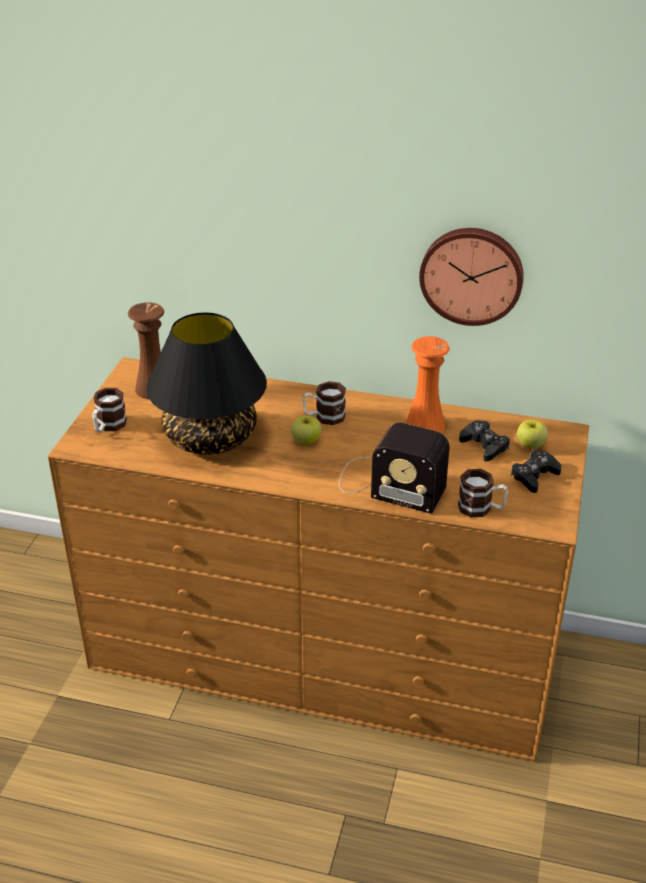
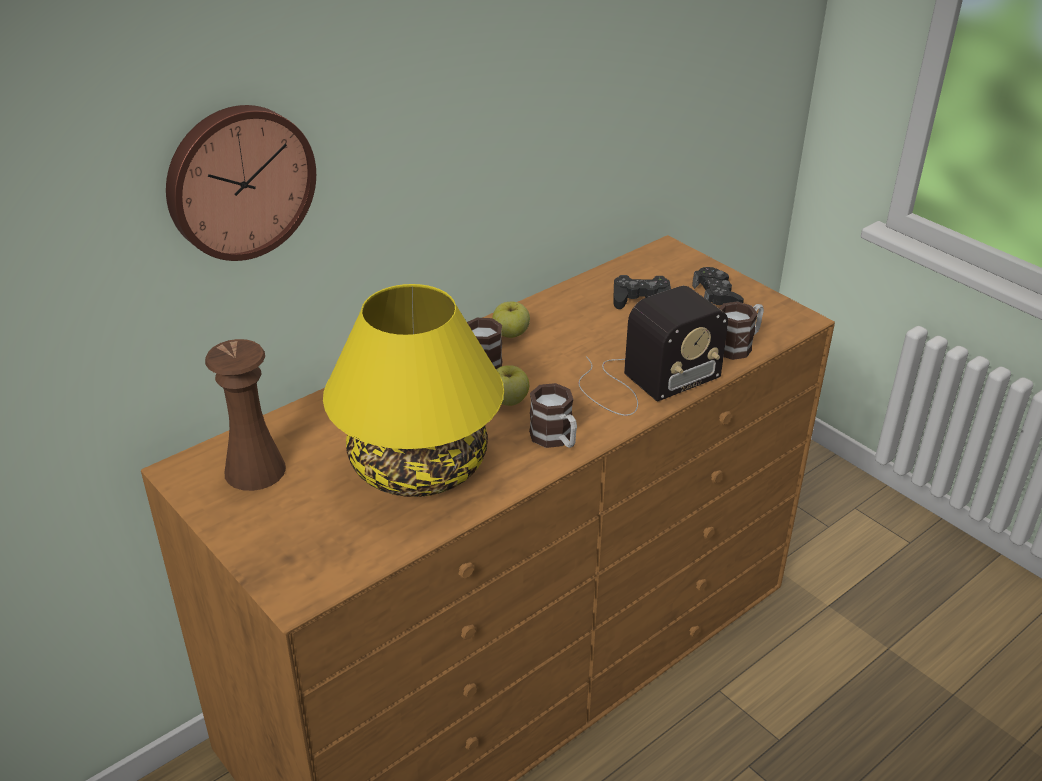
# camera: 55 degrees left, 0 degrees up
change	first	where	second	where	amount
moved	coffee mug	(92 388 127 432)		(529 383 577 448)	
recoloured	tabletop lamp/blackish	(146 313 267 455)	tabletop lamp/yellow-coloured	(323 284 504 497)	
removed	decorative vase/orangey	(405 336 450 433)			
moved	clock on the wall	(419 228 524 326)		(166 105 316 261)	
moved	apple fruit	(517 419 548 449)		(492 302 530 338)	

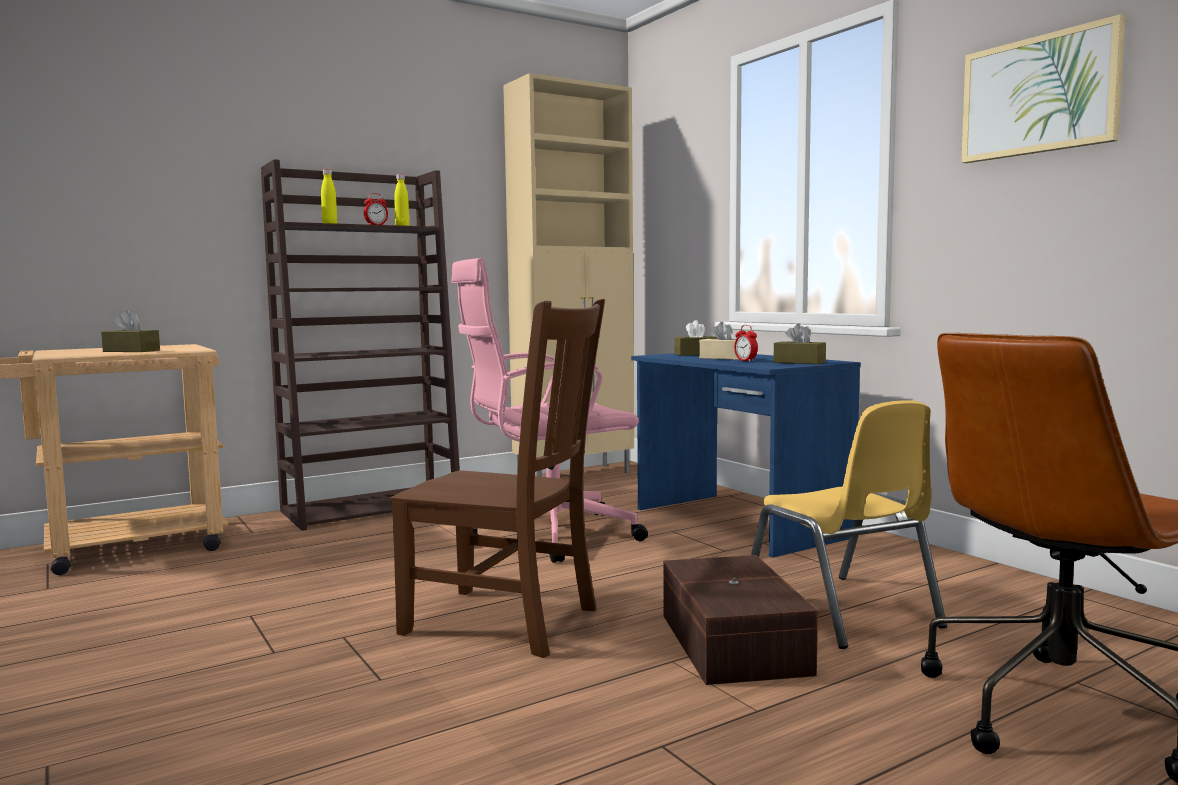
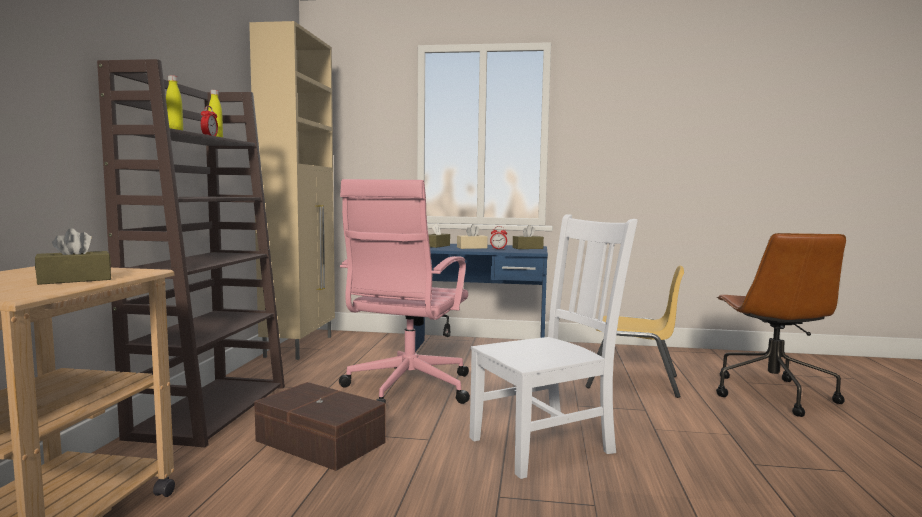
# camera: 50 degrees left, 0 degrees up
change	first	where	second	where	amount
recoloured	plain chair/brownish	(390 299 605 658)	plain chair/whitish	(469 214 638 479)	
moved	storage box/brownish	(663 555 818 685)		(254 382 386 471)	
removed	picture	(961 14 1126 163)			

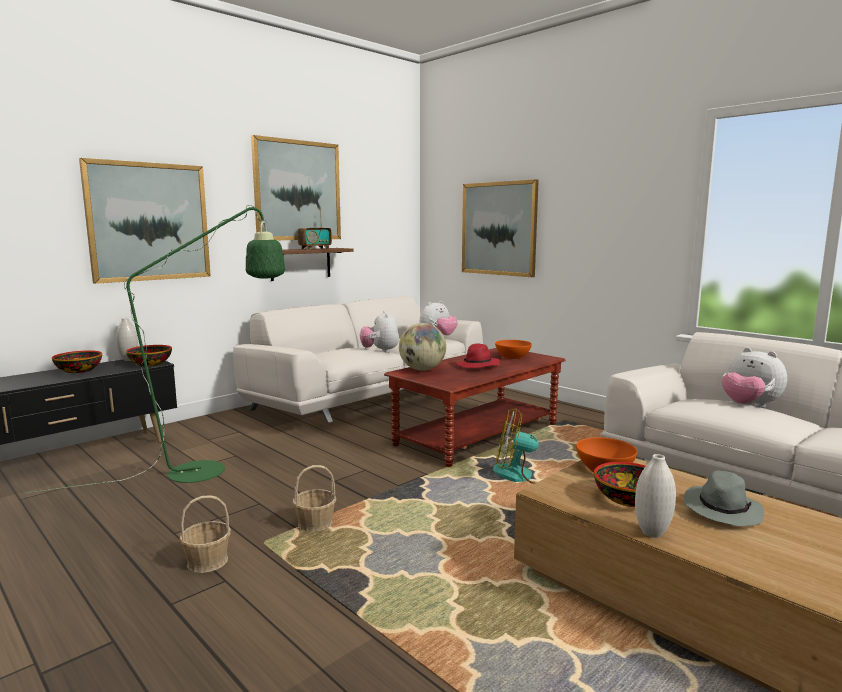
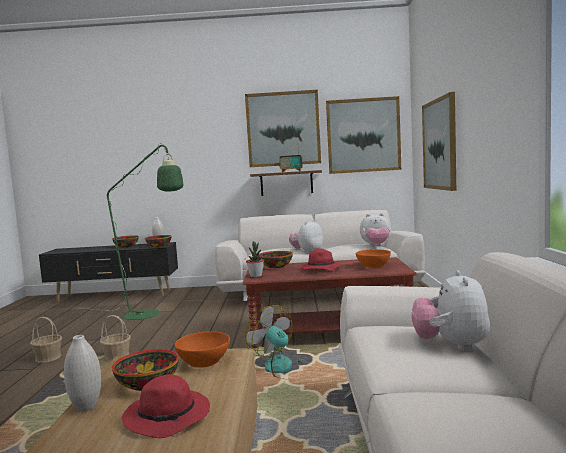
# camera: 45 degrees right, 5 degrees down
change	first	where	second	where	amount
moved	picture	(79 158 211 284)		(326 96 401 174)	
replaced	globe	(399 323 446 371)	bowl	(259 251 293 268)	
recoloured	wearable hat/gray	(684 471 764 526)	wearable hat/red	(122 374 210 438)	
added			plant in a pot	(246 241 264 277)	

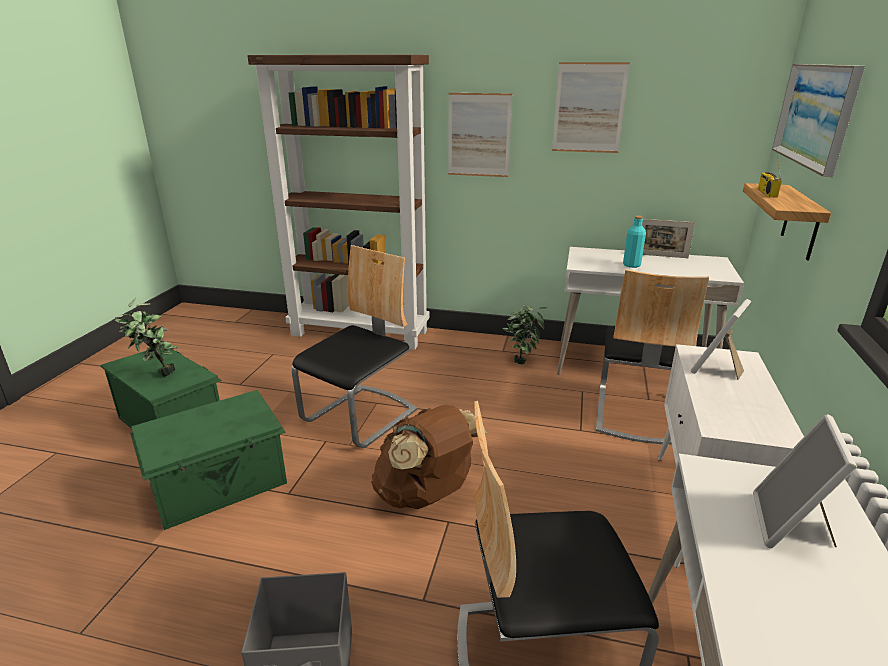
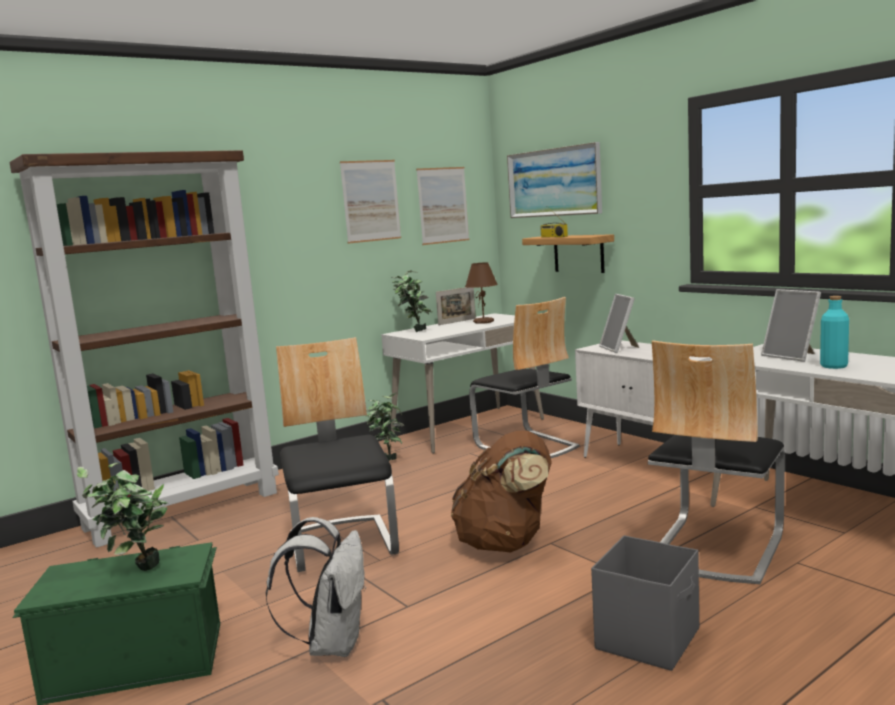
# camera: 50 degrees left, 15 degrees down
change	first	where	second	where	amount
replaced	storage box/green-coloured	(130 390 287 530)	knapsack/whitish	(266 517 366 657)	
moved	picture	(448 93 512 177)		(416 167 469 245)	
moved	drink bottle/turquoise	(623 216 646 268)		(820 296 849 369)	
added			plant in a pot	(391 270 433 332)	
added			tabletop lamp/brownish	(465 262 498 324)	

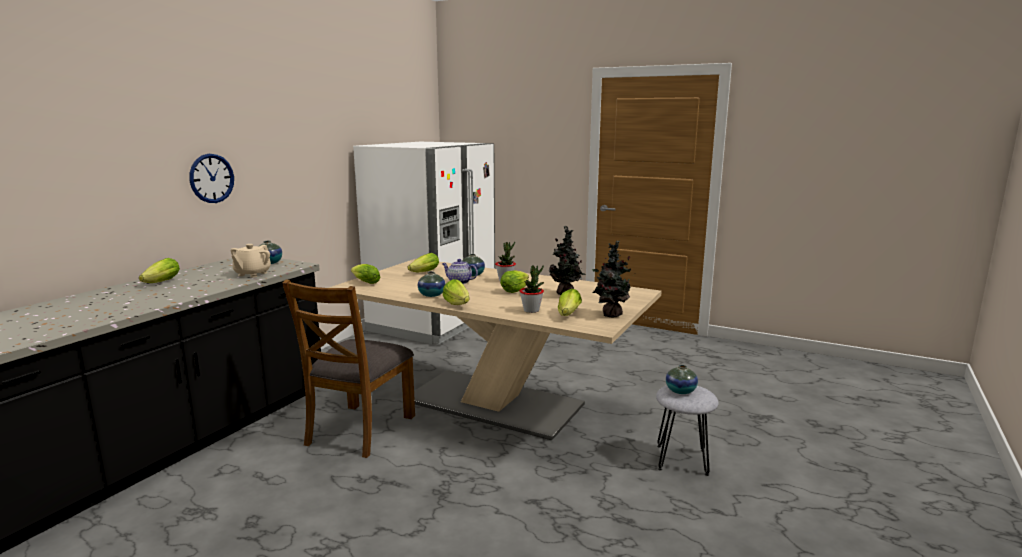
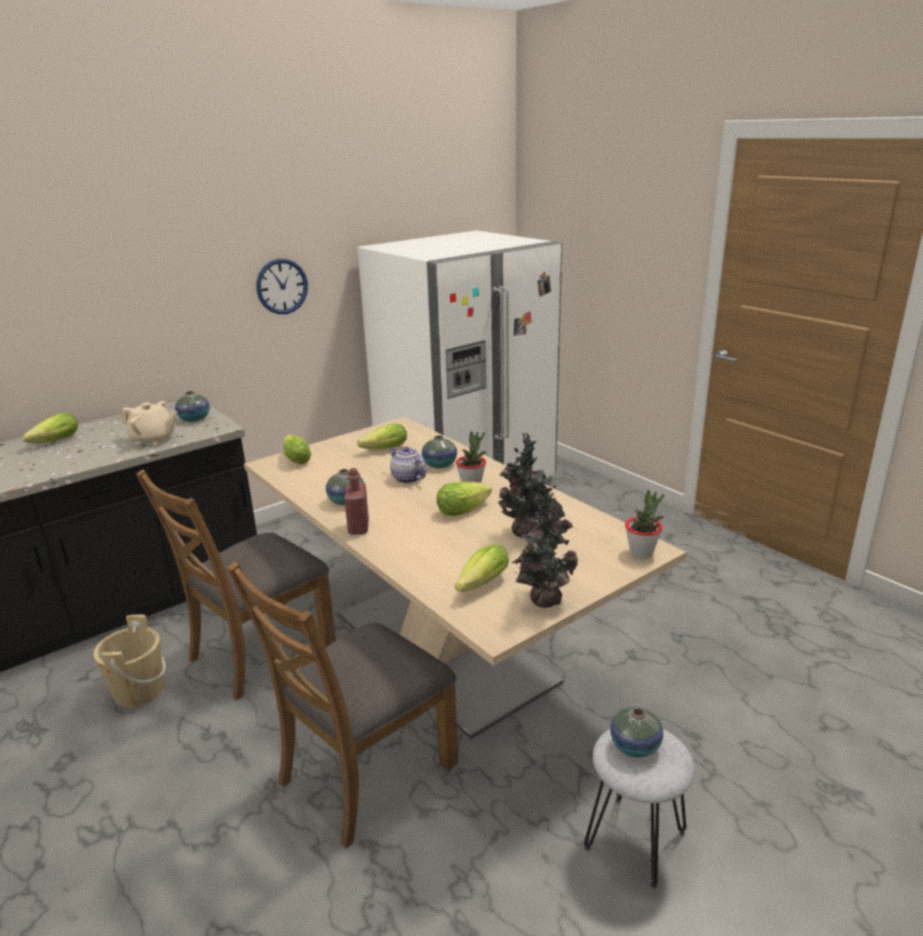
# camera: 25 degrees right, 10 degrees up
change	first	where	second	where	amount
moved	clock on the wall	(189 154 234 203)		(256 259 308 314)	
turned	pot for tea/sand-coloured	(231 244 271 278)		(122 401 177 445)	120 degrees counterclockwise
replaced	lettuce	(442 279 470 305)	drink bottle/red	(344 468 369 535)	
moved	plant in a pot	(520 265 544 313)		(625 489 664 558)	
added			bucket/sand-coloured	(93 614 166 707)	
added			plain chair/brownish	(227 561 458 848)	

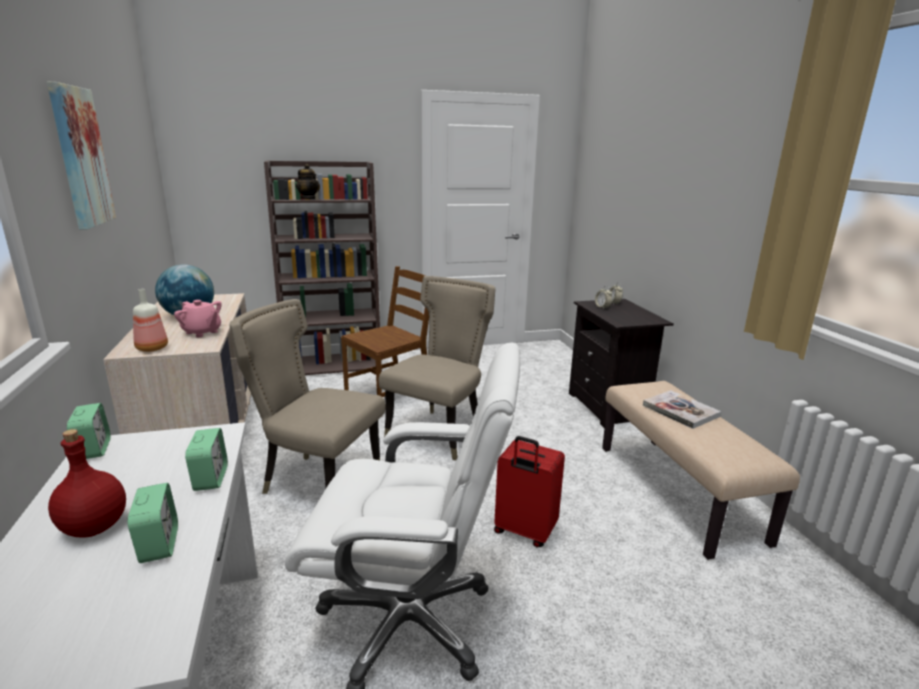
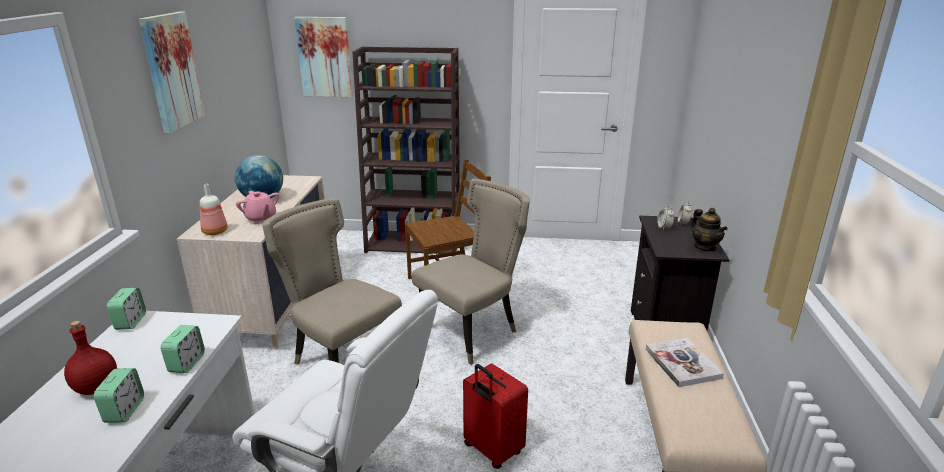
# camera: 20 degrees right, 5 degrees up
change	first	where	second	where	amount
moved	pot for tea	(296 164 320 199)		(691 208 727 252)	
added			picture	(294 17 353 97)	

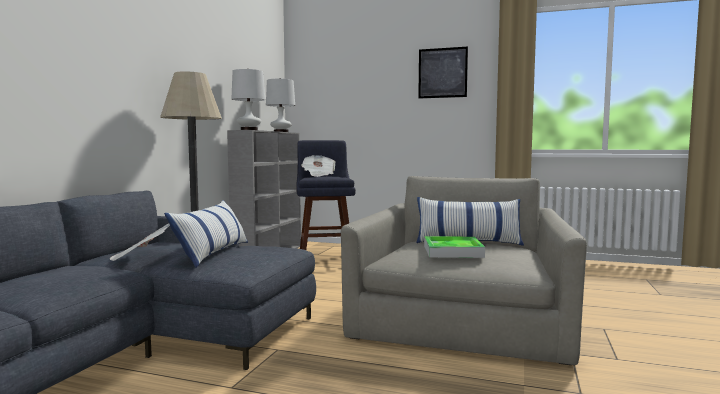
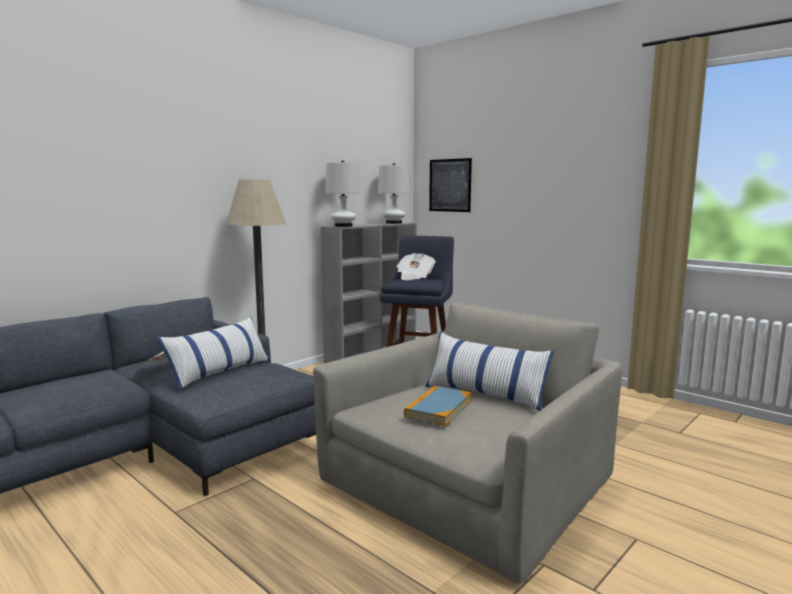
# camera: 25 degrees right, 5 degrees up
change	first	where	second	where	amount
moved	picture	(418 47 468 98)		(429 158 472 212)	
replaced	carrying tray	(424 236 485 258)	book	(404 386 472 426)	

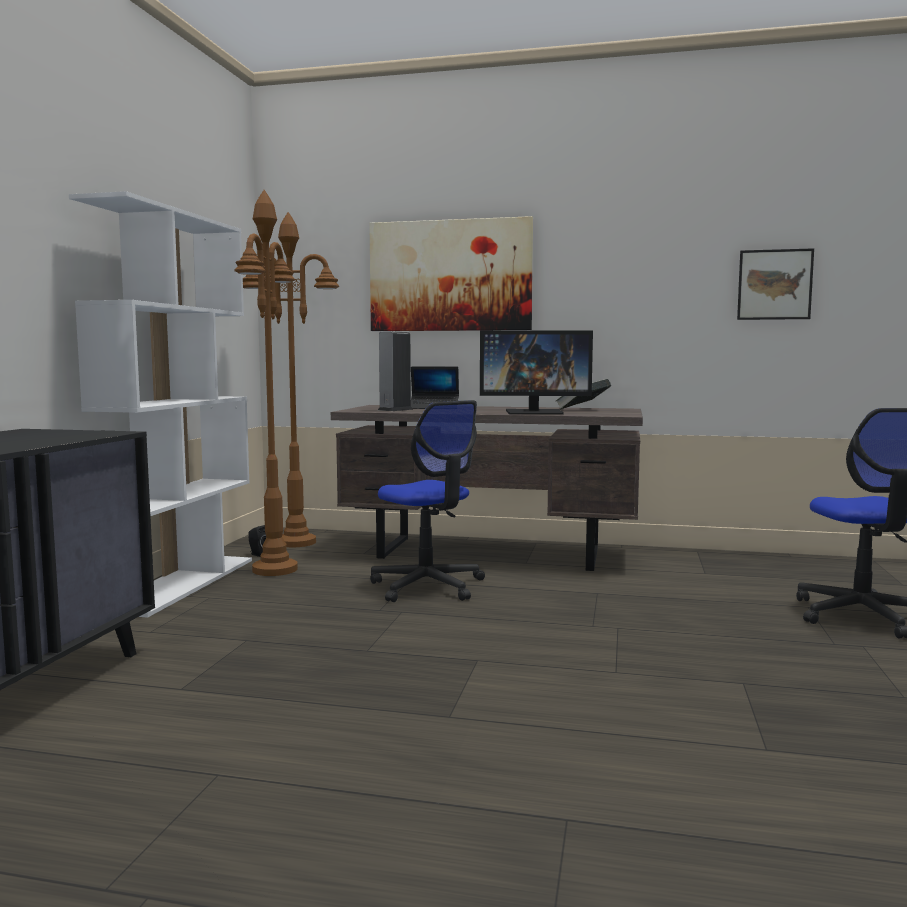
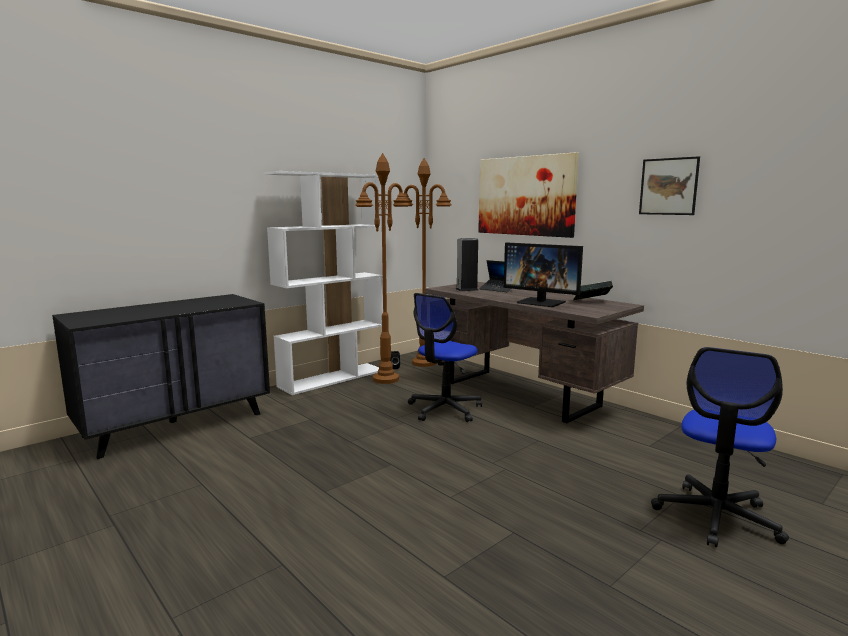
# camera: 35 degrees right, 5 degrees up
change	first	where	second	where	amount
turned	desk chair	(370 400 485 602)		(408 293 482 422)	45 degrees clockwise
moved	picture	(737 248 814 320)		(639 156 700 215)	

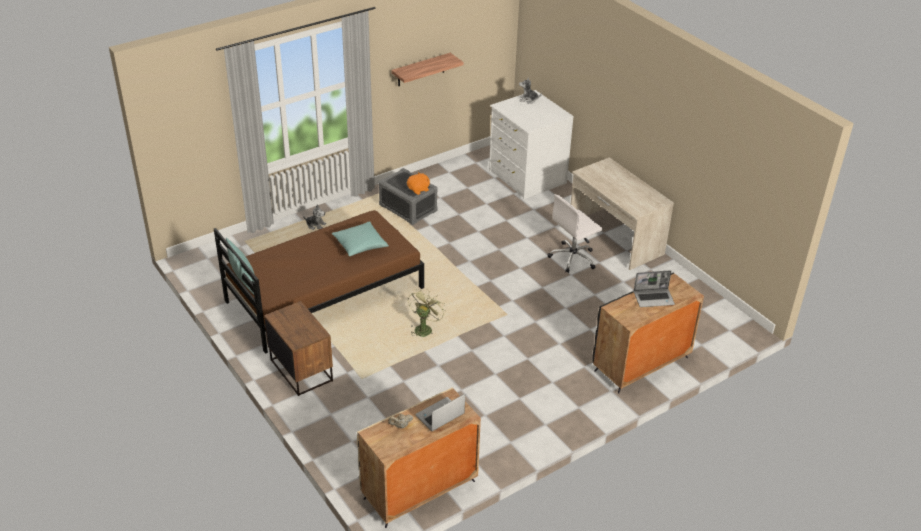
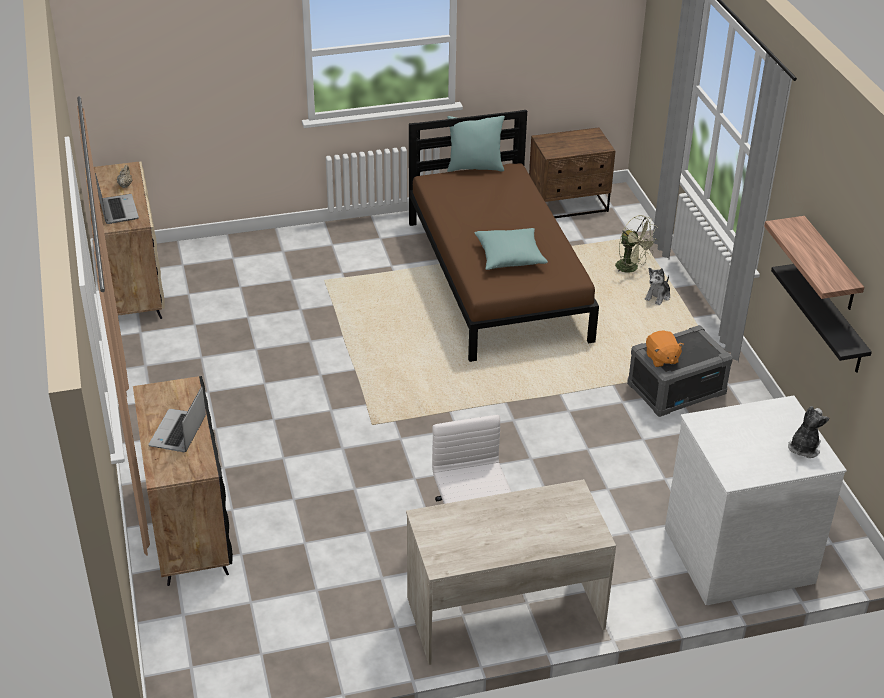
# camera: 110 degrees right, 0 degrees up
change	first	where	second	where	amount
moved	bedside table/brownish	(264 301 333 396)		(529 127 615 218)	
moved	electric fan/green-coloured	(408 289 446 337)		(615 215 658 273)	
added			bracket shelf/blackish	(771 264 872 373)	

